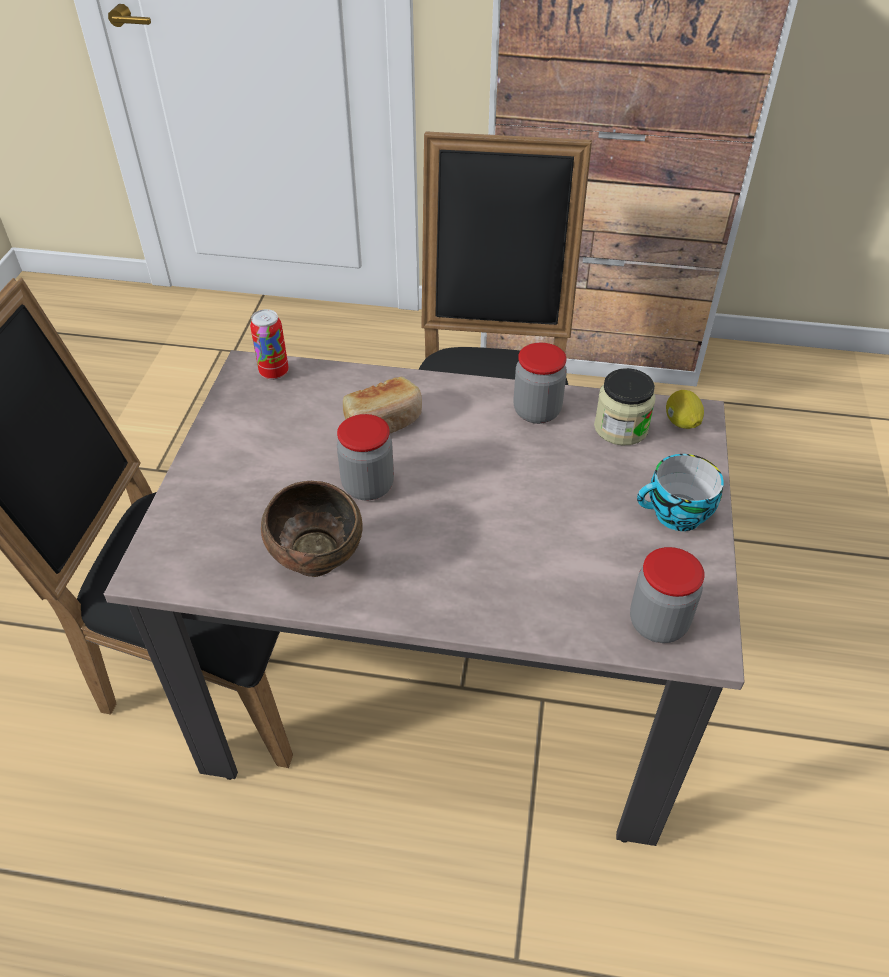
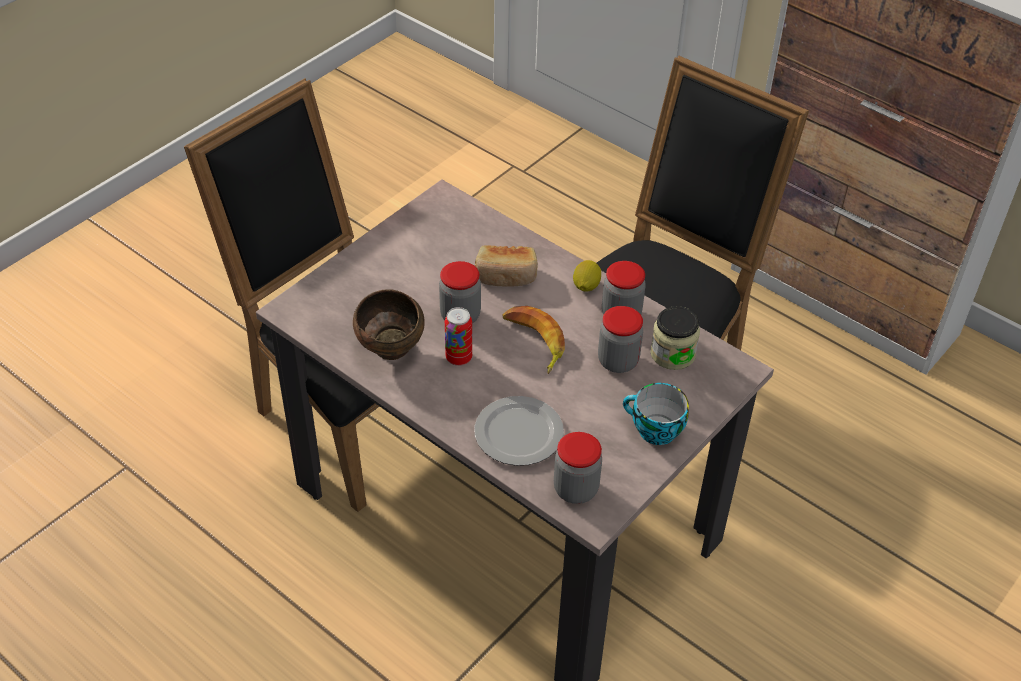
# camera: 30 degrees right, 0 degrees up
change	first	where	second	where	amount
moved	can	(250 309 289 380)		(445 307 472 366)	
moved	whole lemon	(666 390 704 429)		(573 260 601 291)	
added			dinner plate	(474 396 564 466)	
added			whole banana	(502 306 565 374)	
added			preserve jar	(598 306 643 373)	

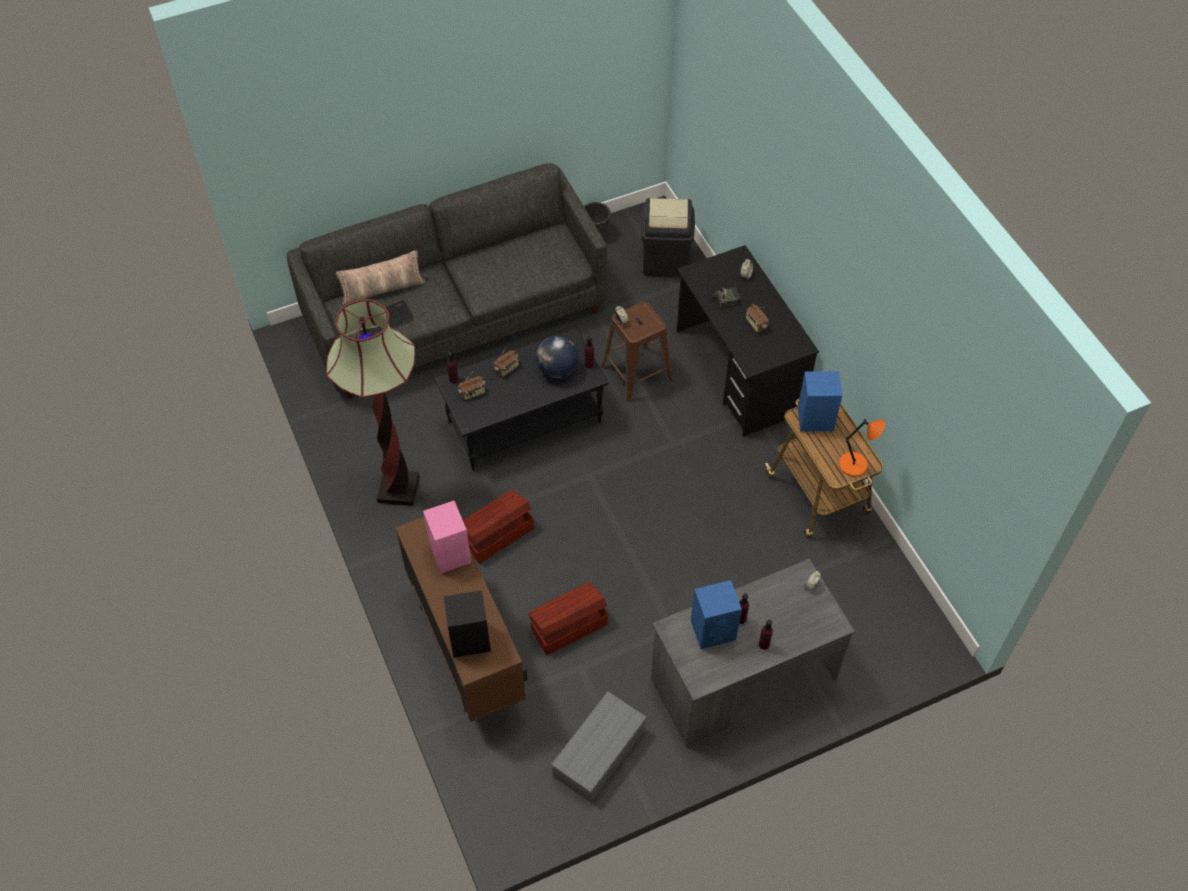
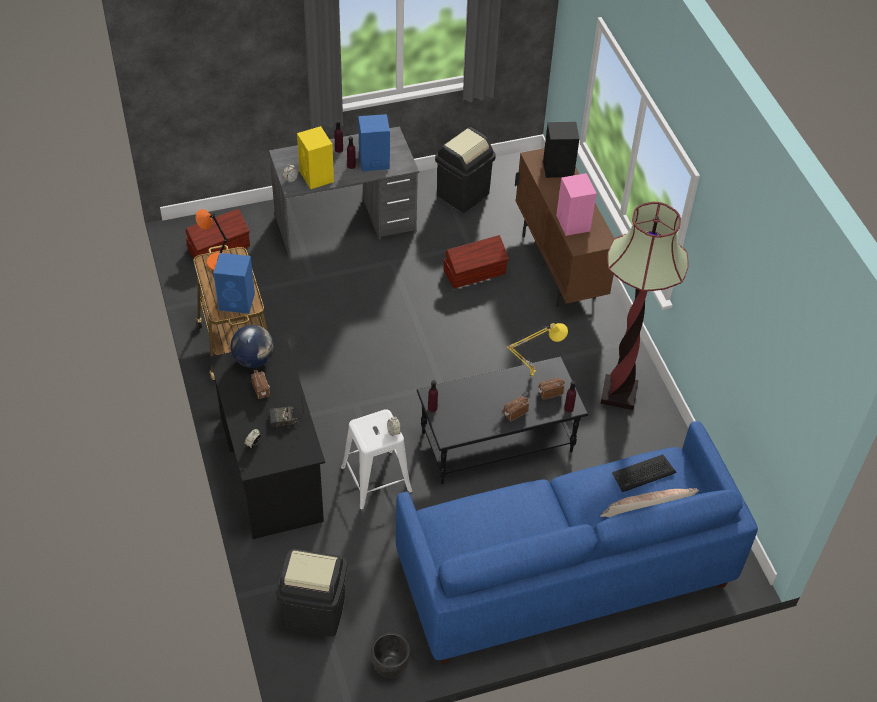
# camera: 175 degrees left, 5 degrees down
change	first	where	second	where	amount
recoloured	settee/gray	(287 163 607 399)	settee/blue-coloured	(396 421 758 664)	
moved	storage box/brownish	(463 489 534 564)		(186 209 250 262)	
moved	globe	(536 335 579 378)		(231 325 274 368)	
replaced	storage box/gray	(551 691 647 803)	trash can/blackish	(435 127 496 213)	
recoloured	sitting stool/brownish	(601 301 673 402)	sitting stool/whitish	(341 409 413 510)	
added			audio speaker/yellow-coloured	(297 126 334 189)	
added			tabletop lamp/yellow-coloured	(507 323 568 376)	

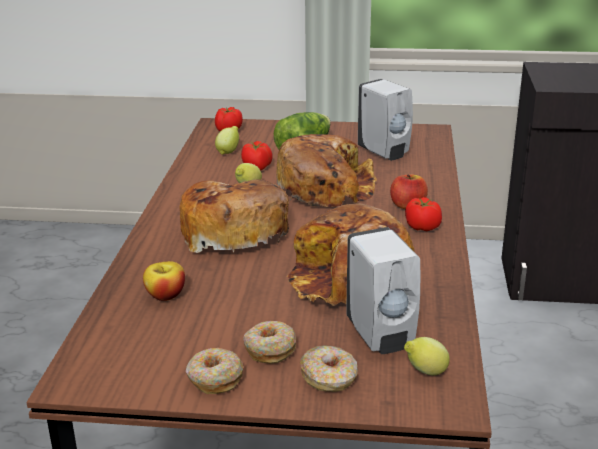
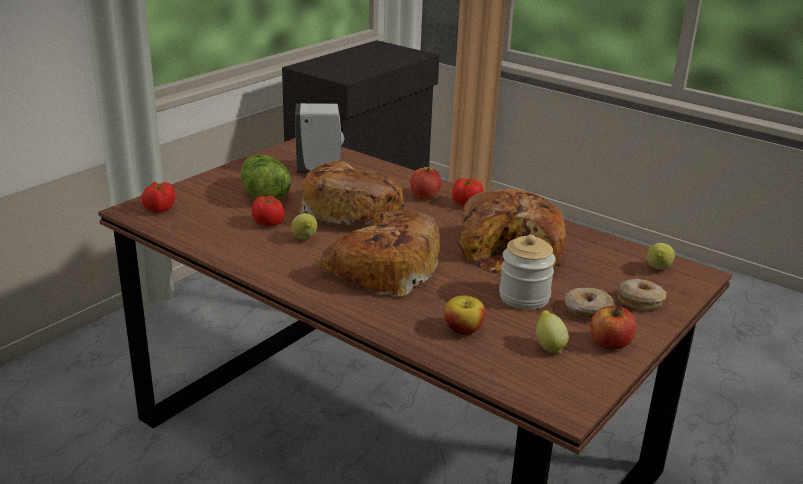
# camera: 60 degrees left, 0 degrees up
change	first	where	second	where	amount
replaced	ring doughnut	(186 348 243 394)	apple fruit	(590 305 636 350)	
moved	whole lemon	(215 126 239 155)		(536 310 569 354)	
removed	soap bottle/whitish	(346 227 420 354)			
added			preserve jar	(499 235 555 310)	

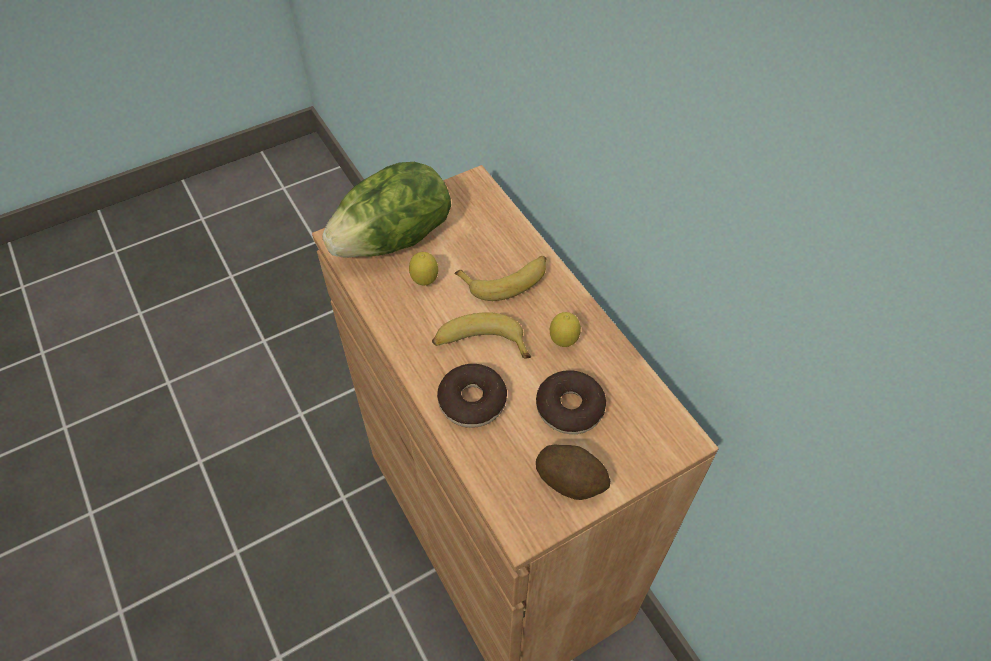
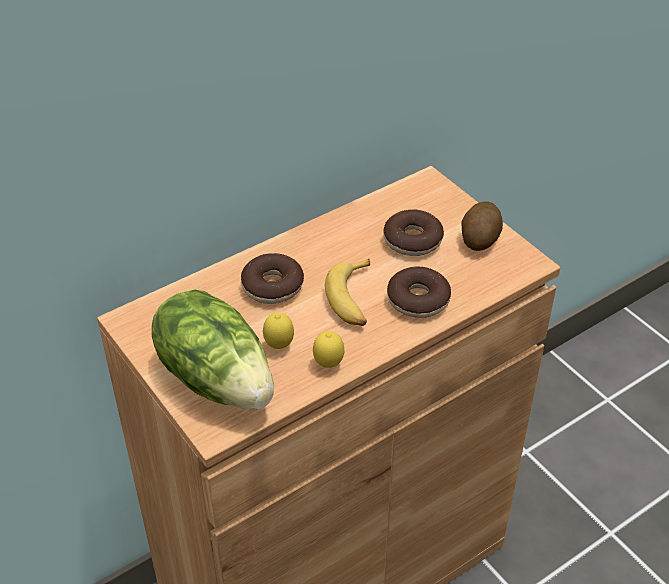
# camera: 95 degrees left, 10 degrees down
change	first	where	second	where	amount
replaced	whole banana	(455 256 546 301)	ring doughnut	(241 253 304 304)	
moved	whole lemon	(550 312 581 347)		(313 331 344 368)	

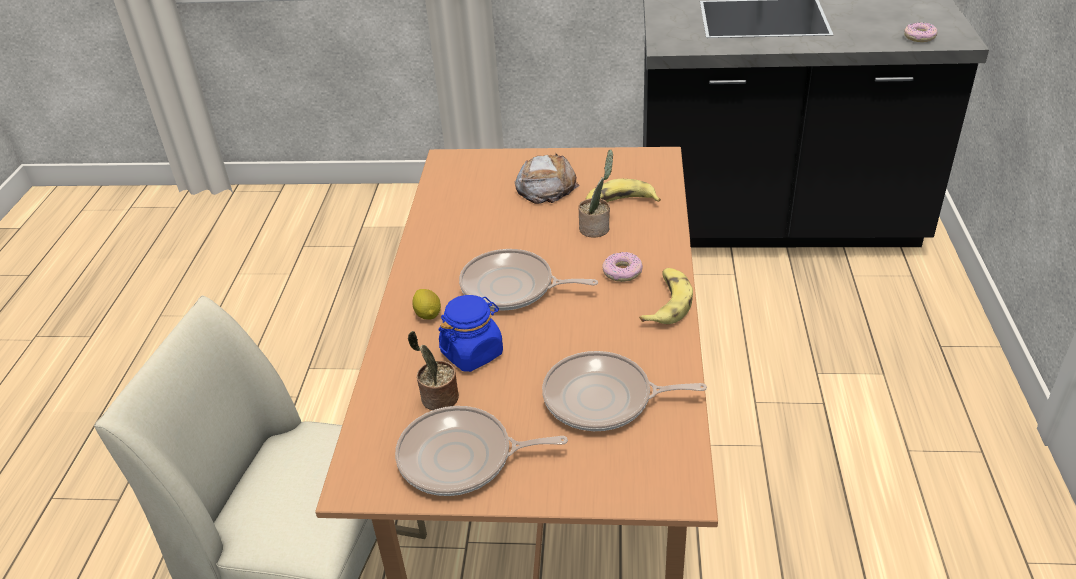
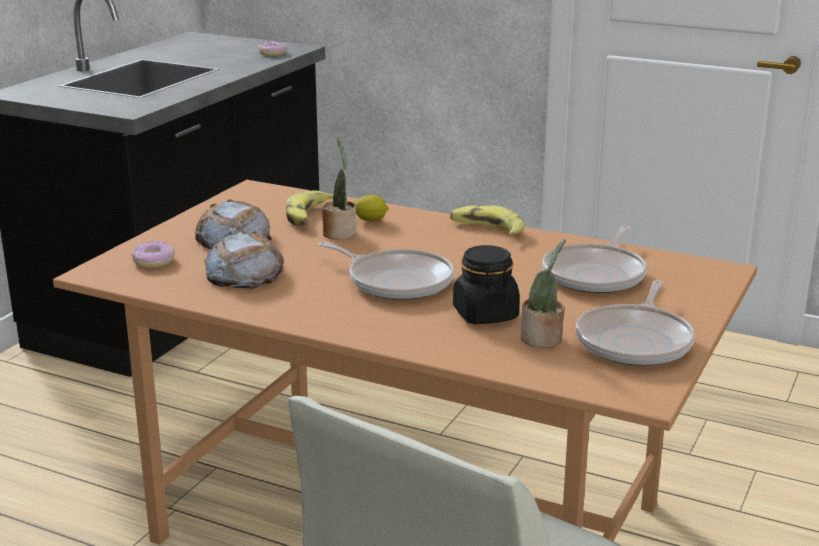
# camera: 70 degrees left, 15 degrees down
change	first	where	second	where	amount
moved	whole lemon	(412 289 441 320)		(353 195 389 222)	
recoloured	preserve jar/blue-coloured	(439 295 503 372)	preserve jar/blackish	(453 245 520 324)	
turned	skillet	(459 249 598 311)		(318 242 454 300)	90 degrees counterclockwise
moved	ring doughnut	(602 252 643 282)		(131 241 175 268)	
added			bread	(204 231 284 289)	

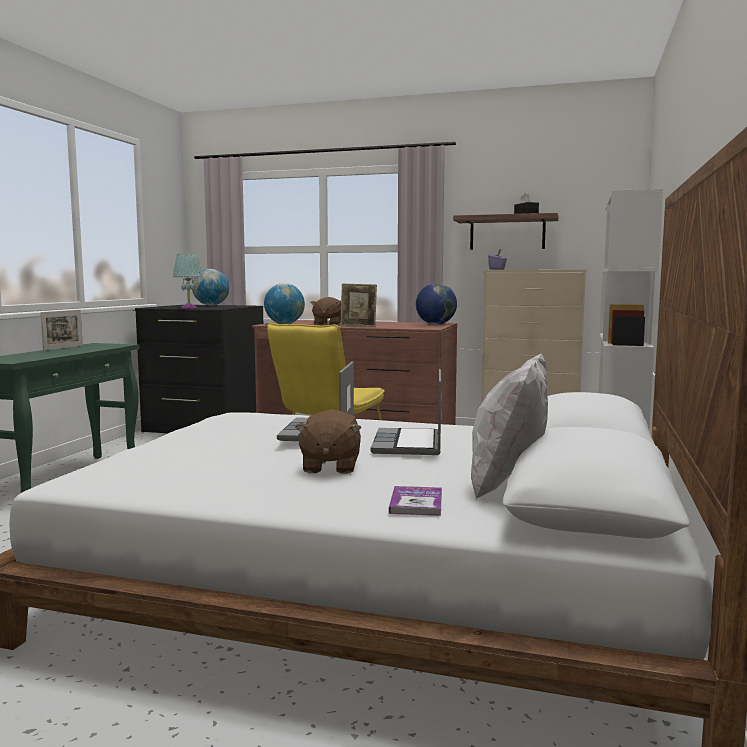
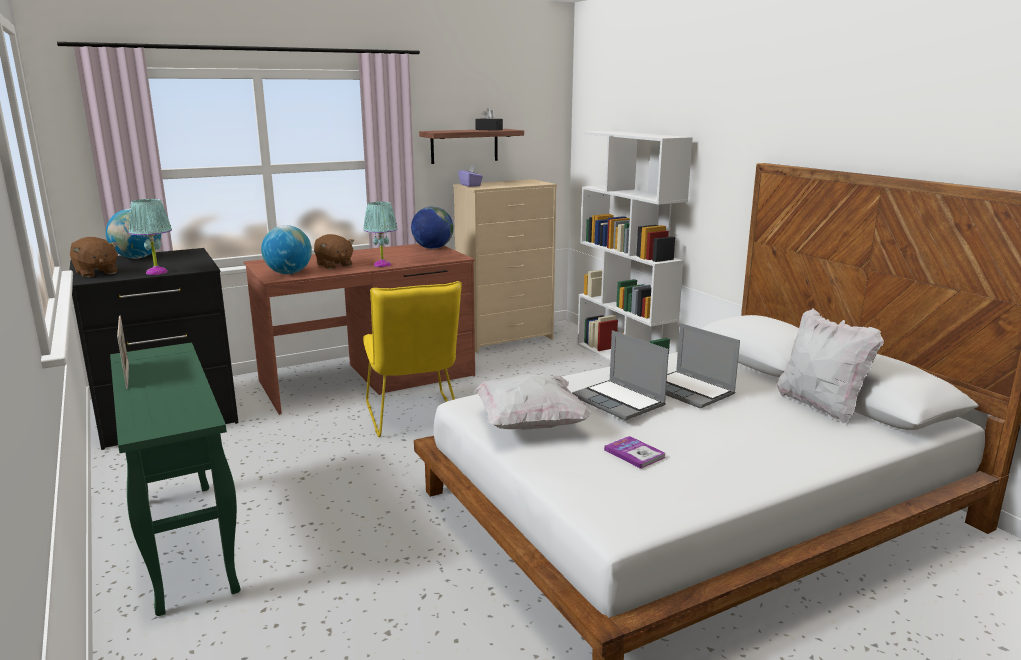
# camera: 45 degrees left, 10 degrees up
change	first	where	second	where	amount
moved	soft toy/brownish	(295 409 361 474)		(70 237 118 278)	
replaced	standing frame	(341 284 377 327)	tabletop lamp/turquoise	(363 202 398 267)	
moved	book	(389 486 442 516)		(604 436 666 469)	
added			cushion/whitish	(474 374 592 430)	

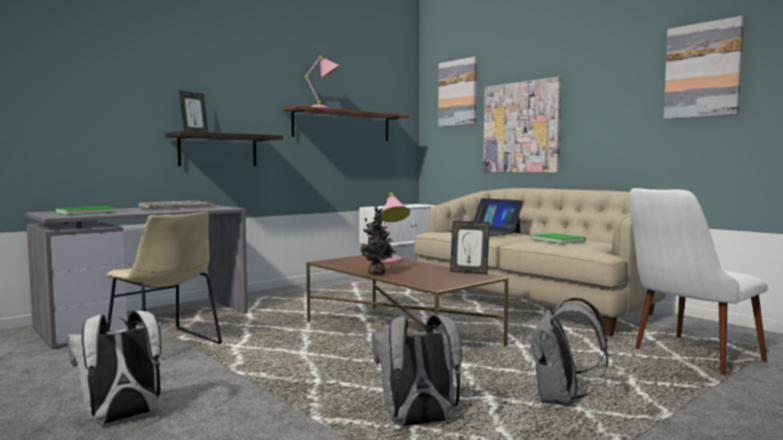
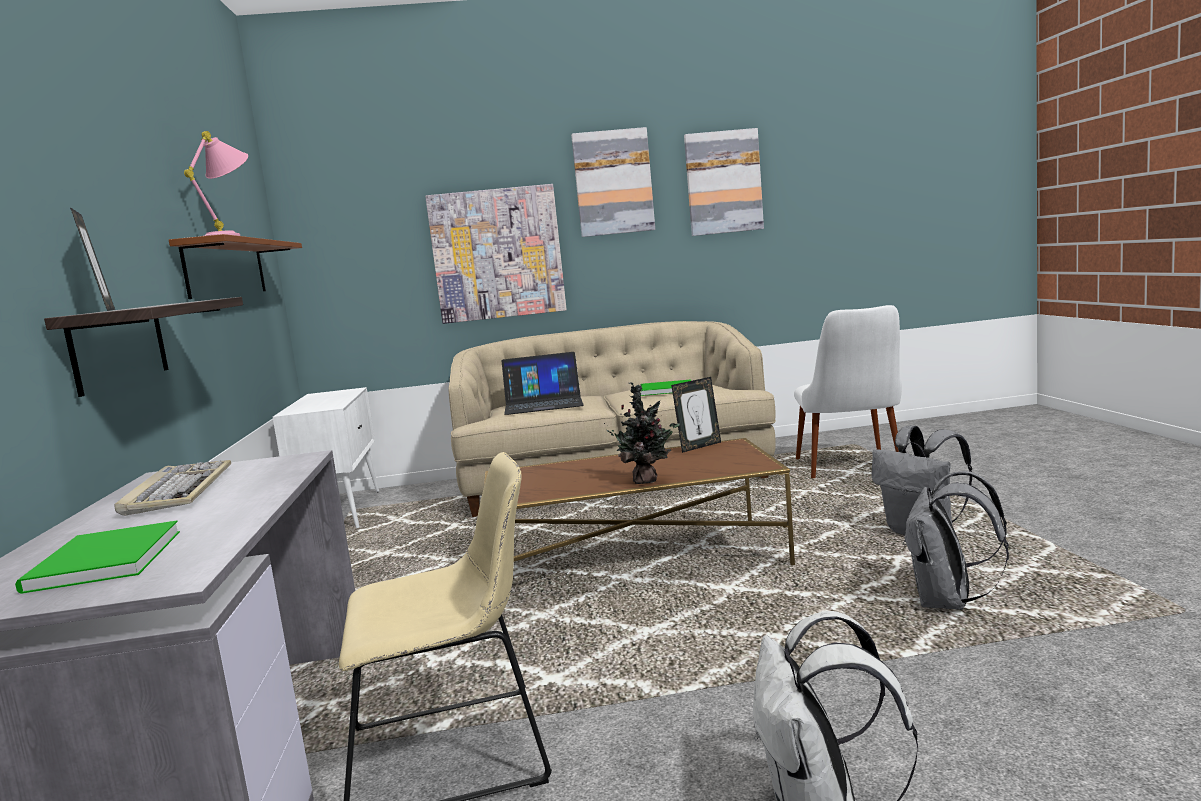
# camera: 55 degrees left, 5 degrees up
change	first	where	second	where	amount
removed	tabletop lamp/pink-coloured	(380 193 410 262)			
moved	picture	(438 57 477 127)		(571 127 655 237)	

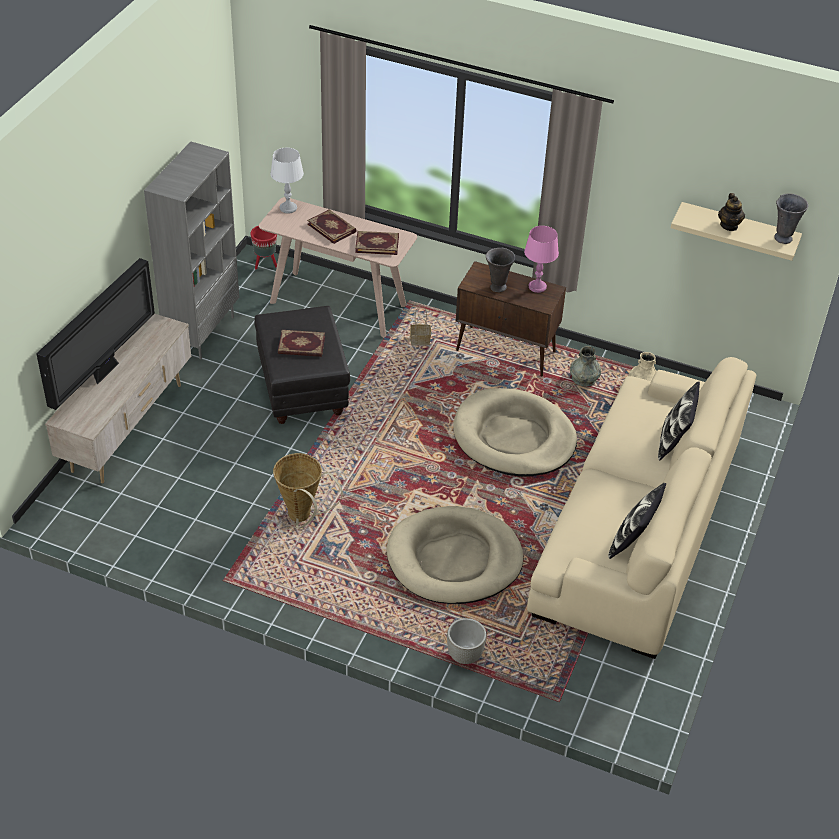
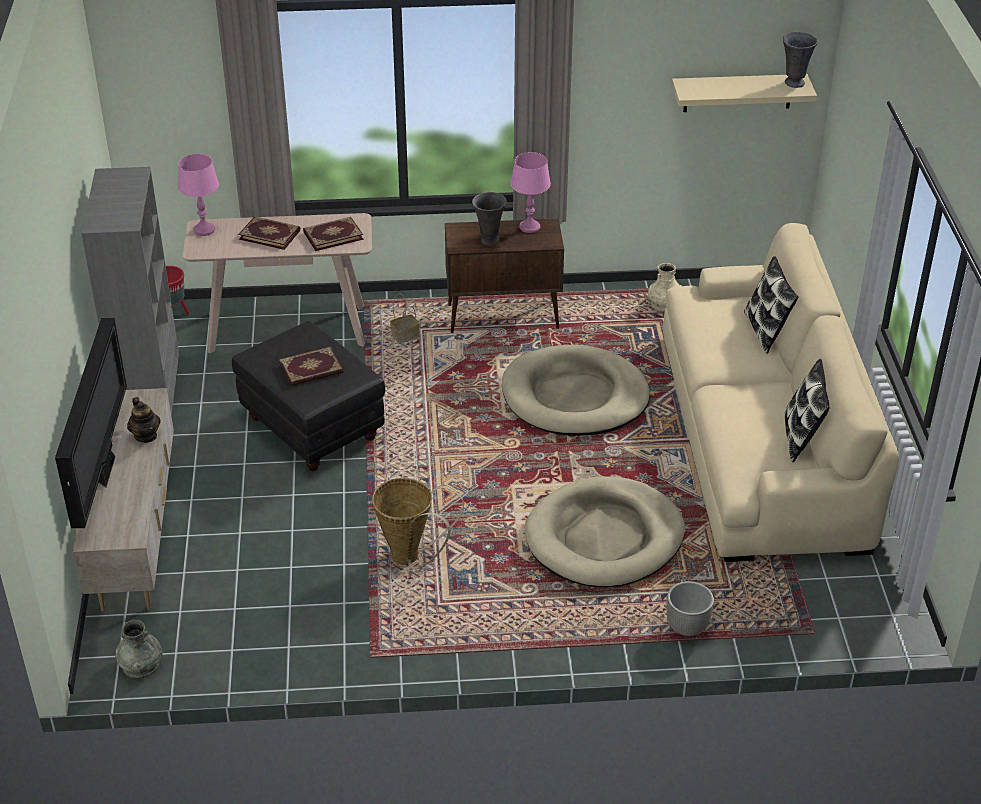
# camera: 25 degrees left, 5 degrees down
change	first	where	second	where	amount
recoloured	tabletop lamp/whitish	(270 148 304 214)	tabletop lamp/pink-coloured	(178 154 219 236)	
moved	decorative vase/gray	(570 346 601 386)		(115 620 163 678)	
moved	pot for tea	(718 193 745 231)		(127 397 160 443)	

